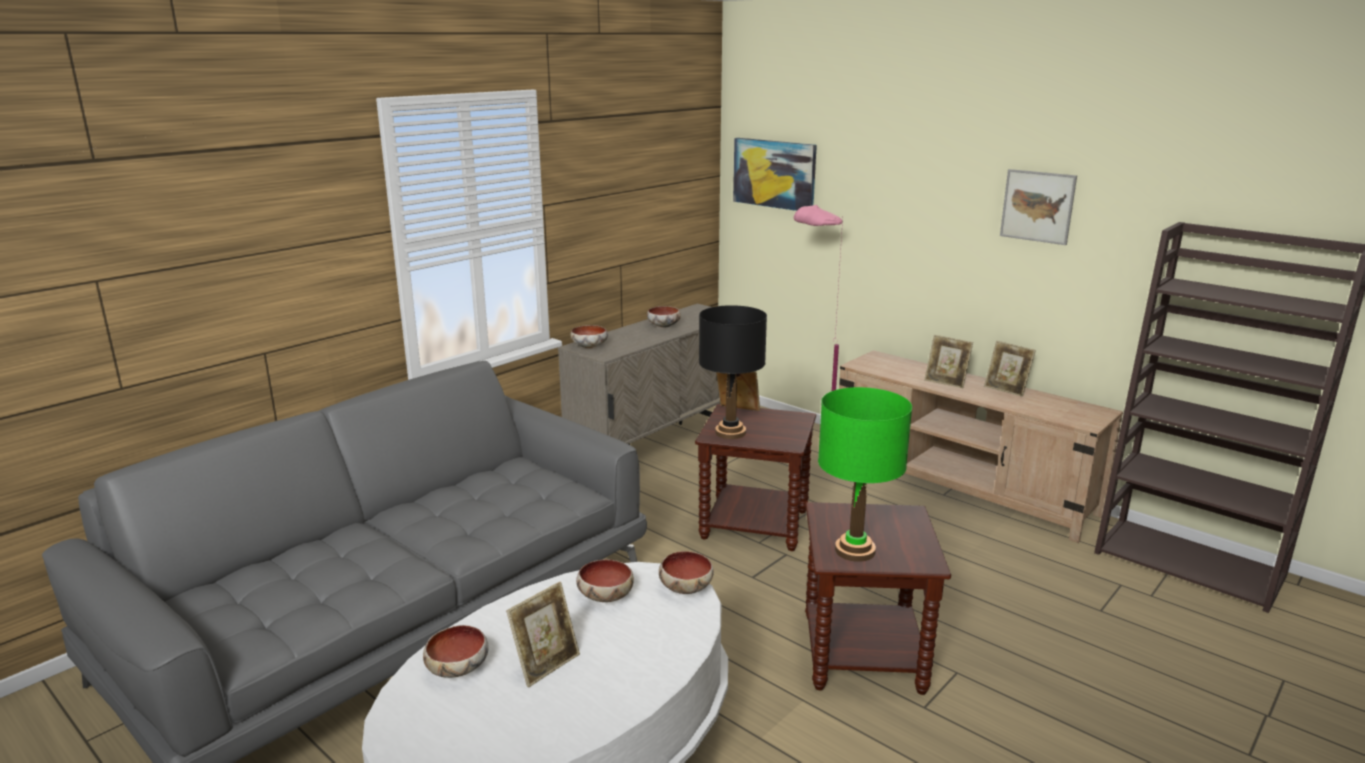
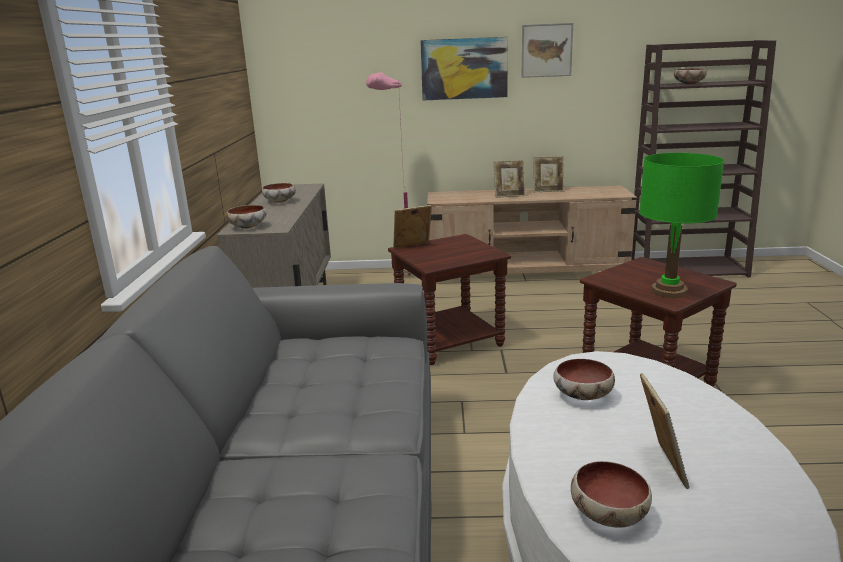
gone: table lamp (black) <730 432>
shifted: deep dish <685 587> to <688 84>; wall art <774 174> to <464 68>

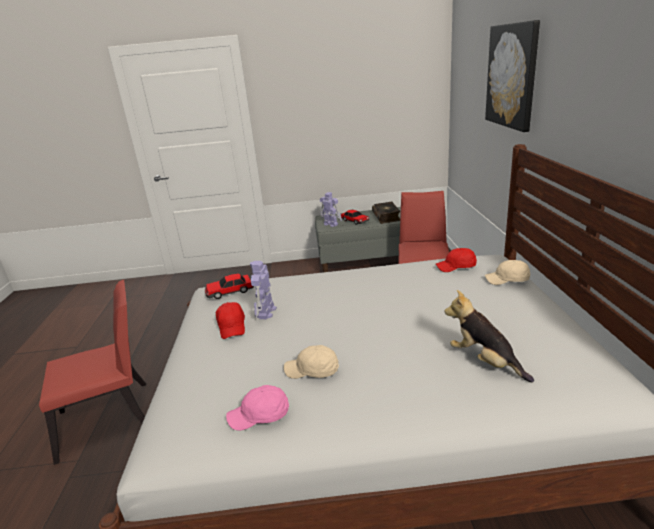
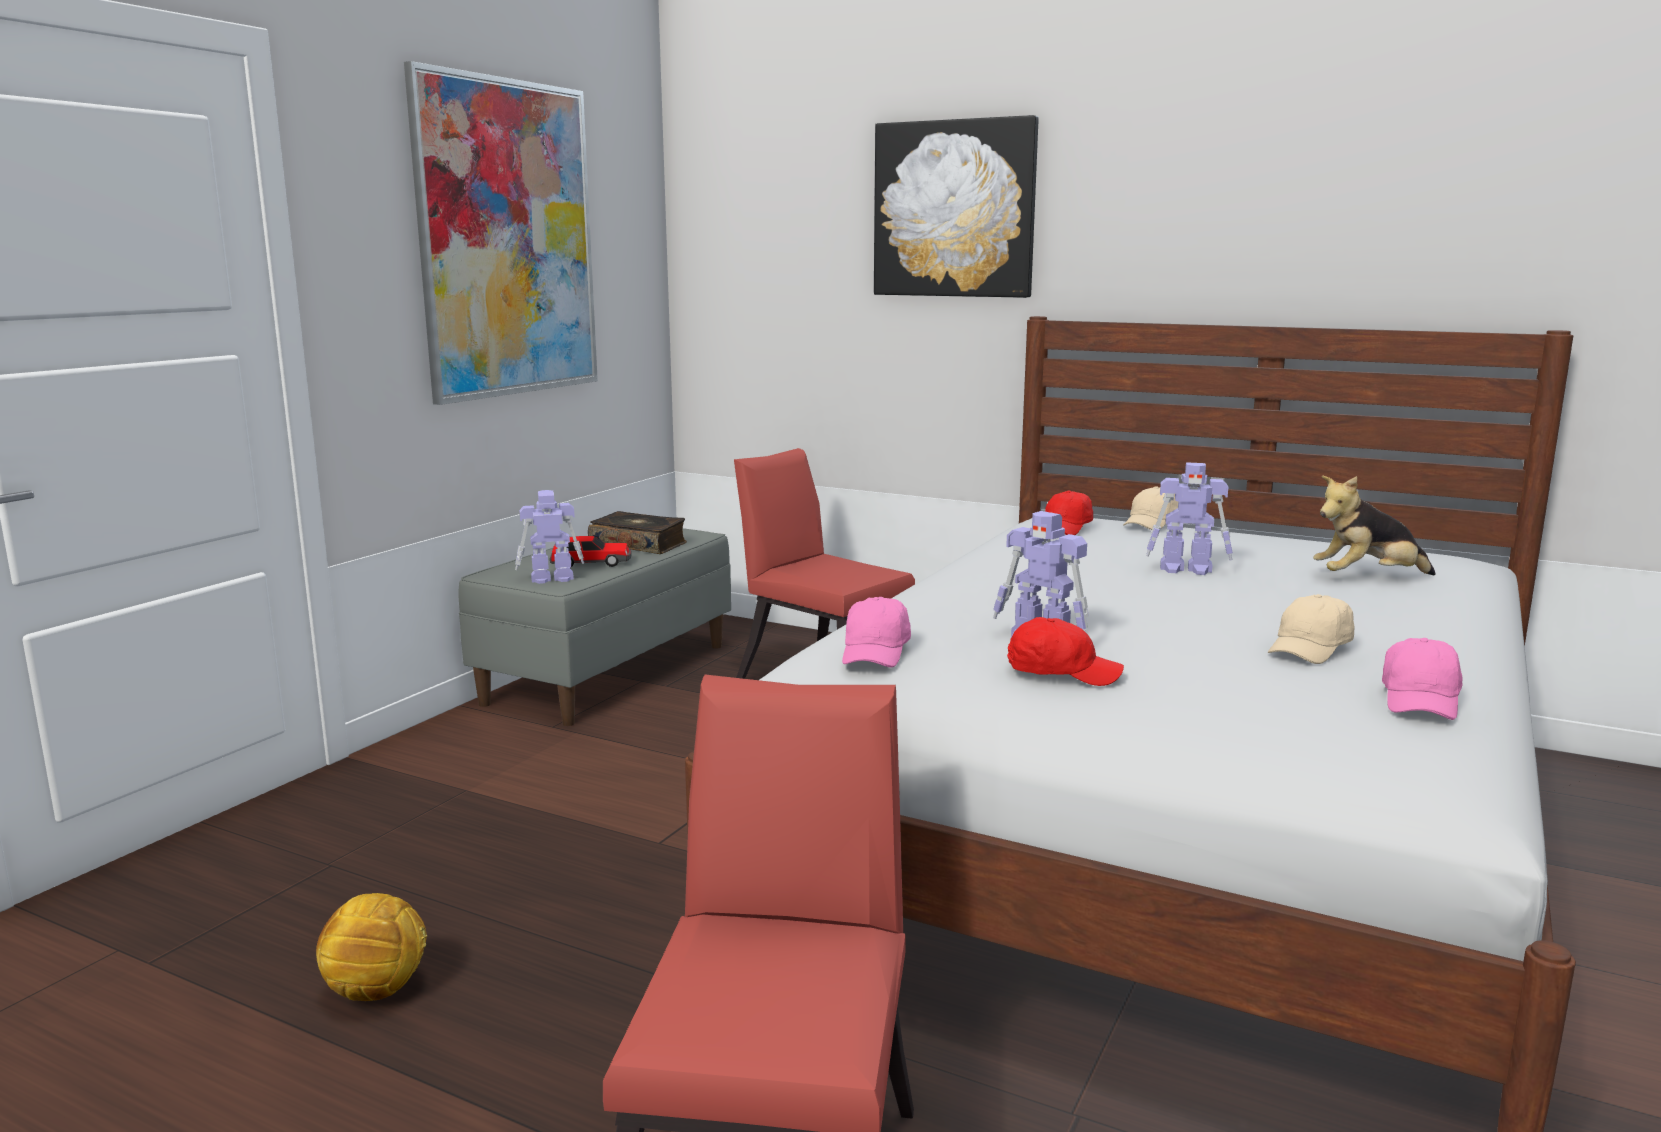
new: football ball <377 990>; wall art <508 239>; toy robot <1187 569>
swapped: model car <229 291> to baseball cap (pink) <875 652>

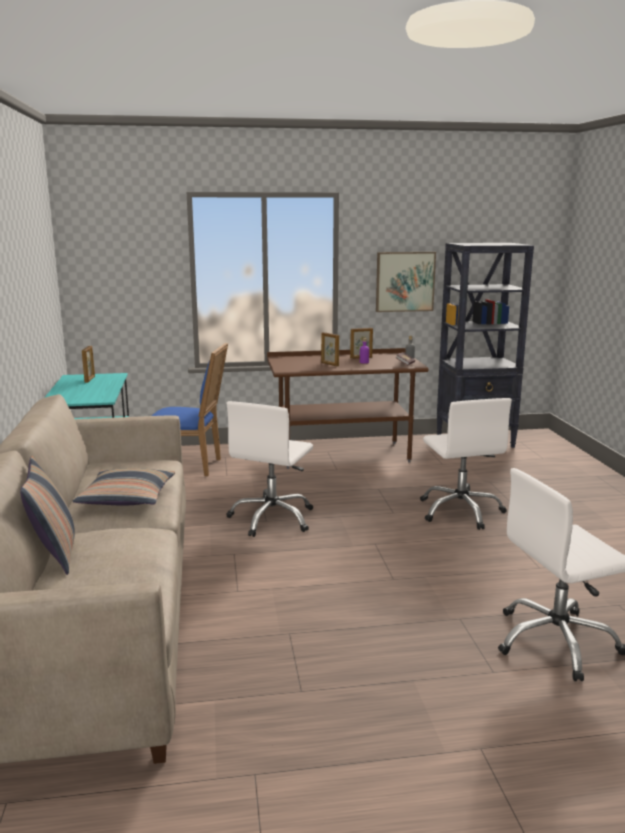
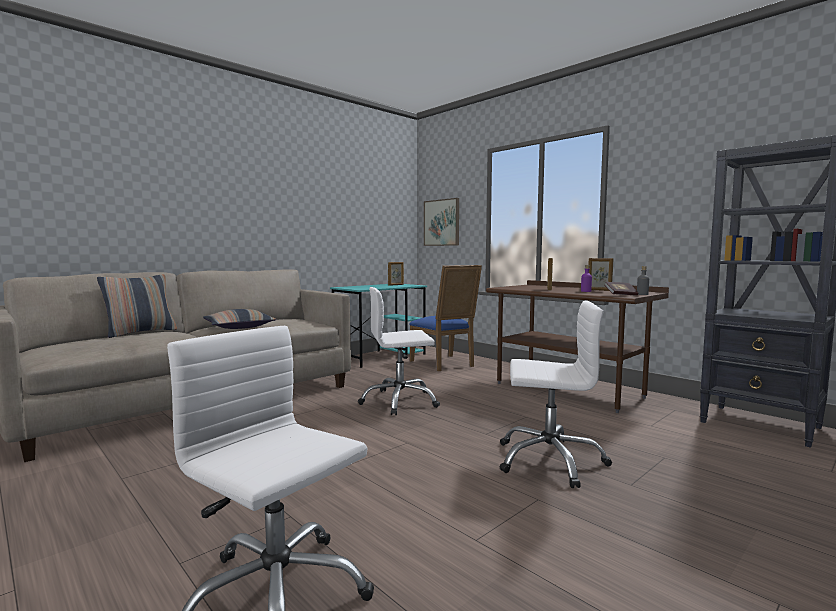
shifted: wall art <405 281> to <442 222>
rotated: computer chair (whitish) <460 511> = <549 460> 120 degrees counterclockwise

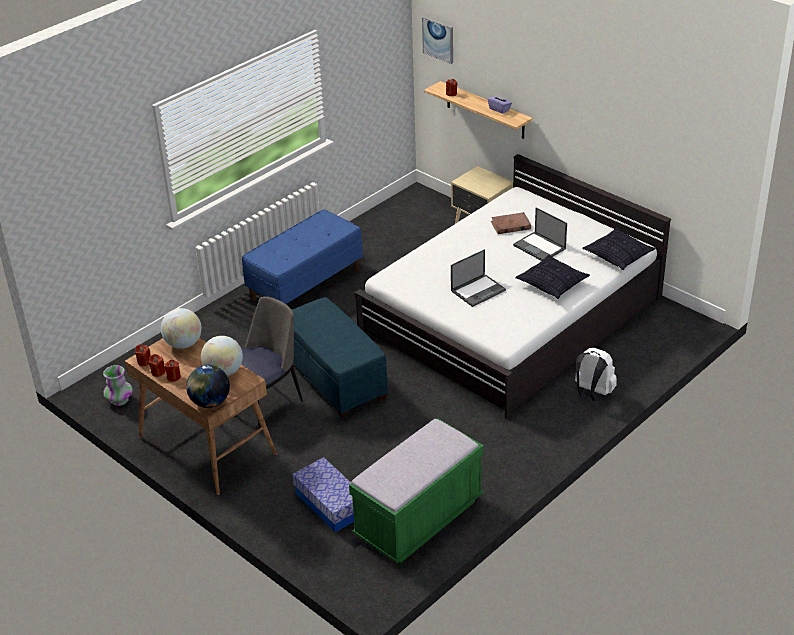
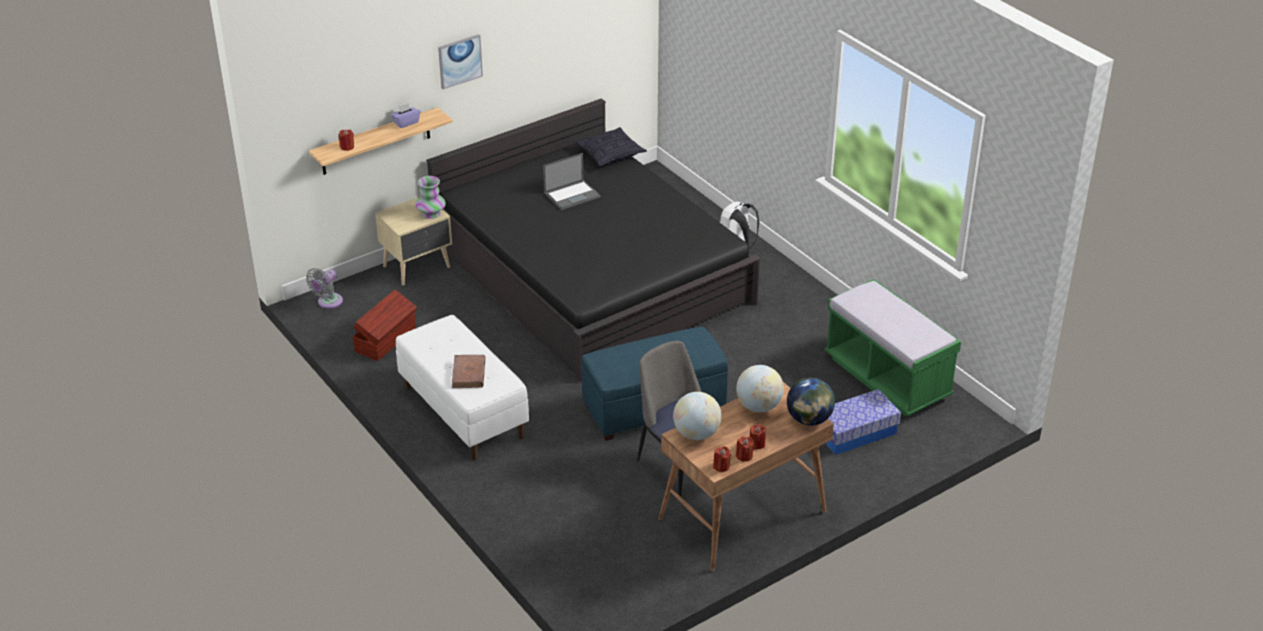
gone: laptop <478 290>; throw pillow <552 284>
new: cooling fan (gray) <328 302>; storage container (brownish) <386 340>
shifted: vase <120 400> to <431 214>; wall art <438 39> to <459 61>; volume (brownish) <510 225> to <469 374>
repainted: long seat (blue-coloured) <305 284> to long seat (whitish) <462 412>; sleeping bed (whitish) <512 314> to sleeping bed (black) <591 273>

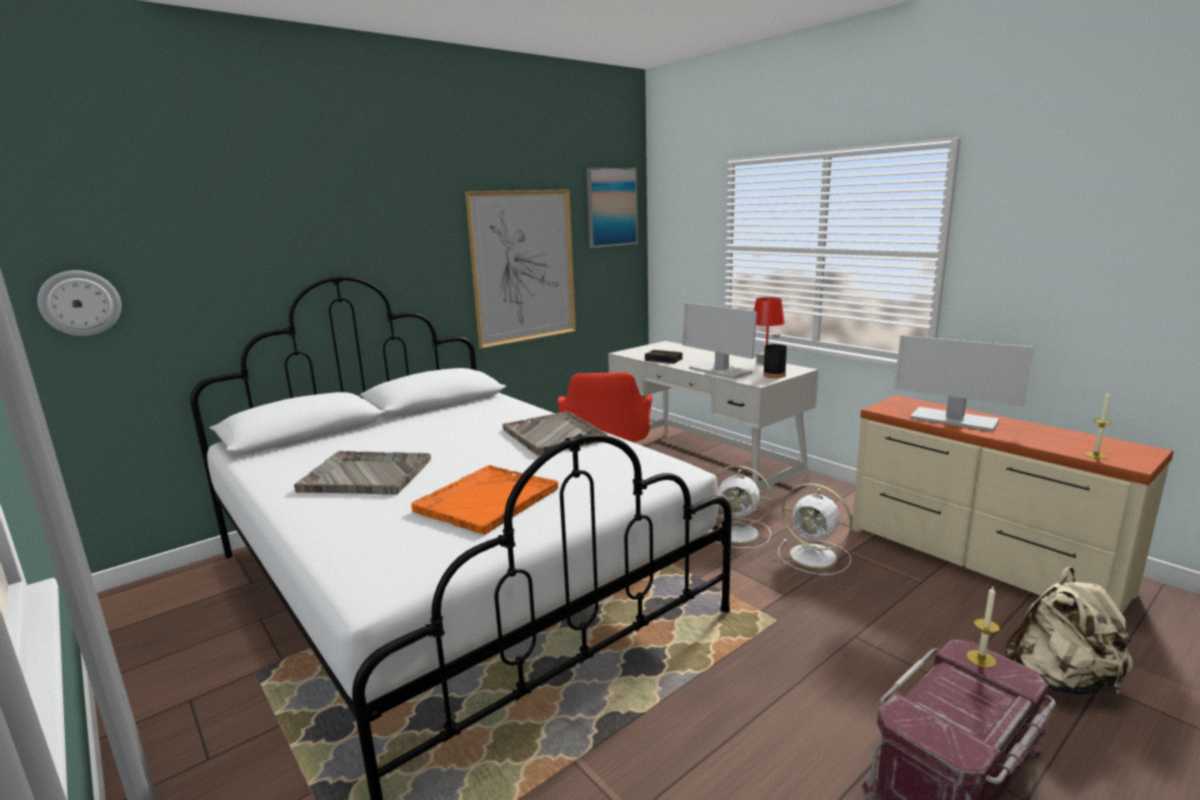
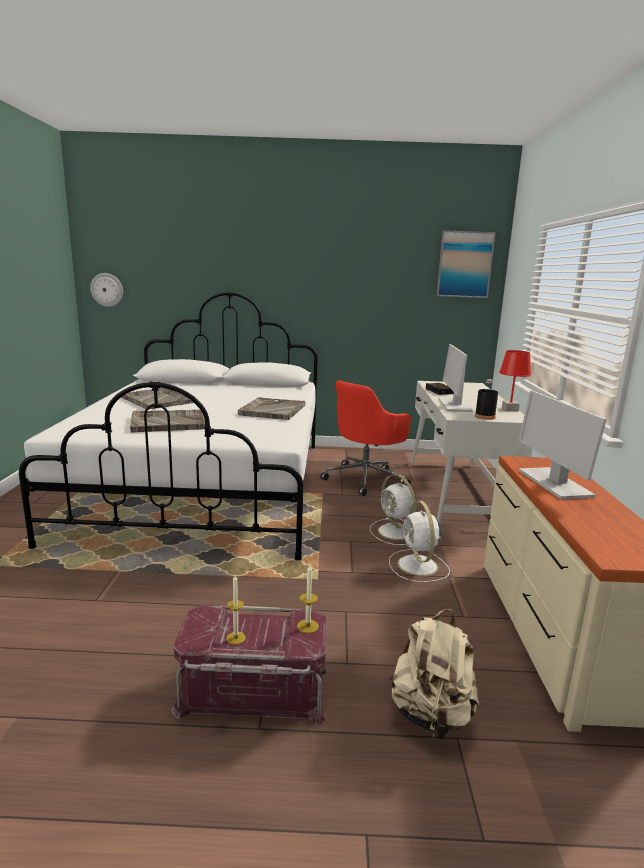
gone: wall art <523 267>
shifted: wax candle <1095 455> to <236 638>
repainted: serving tray (orange) <486 500> to serving tray (gray) <167 422>

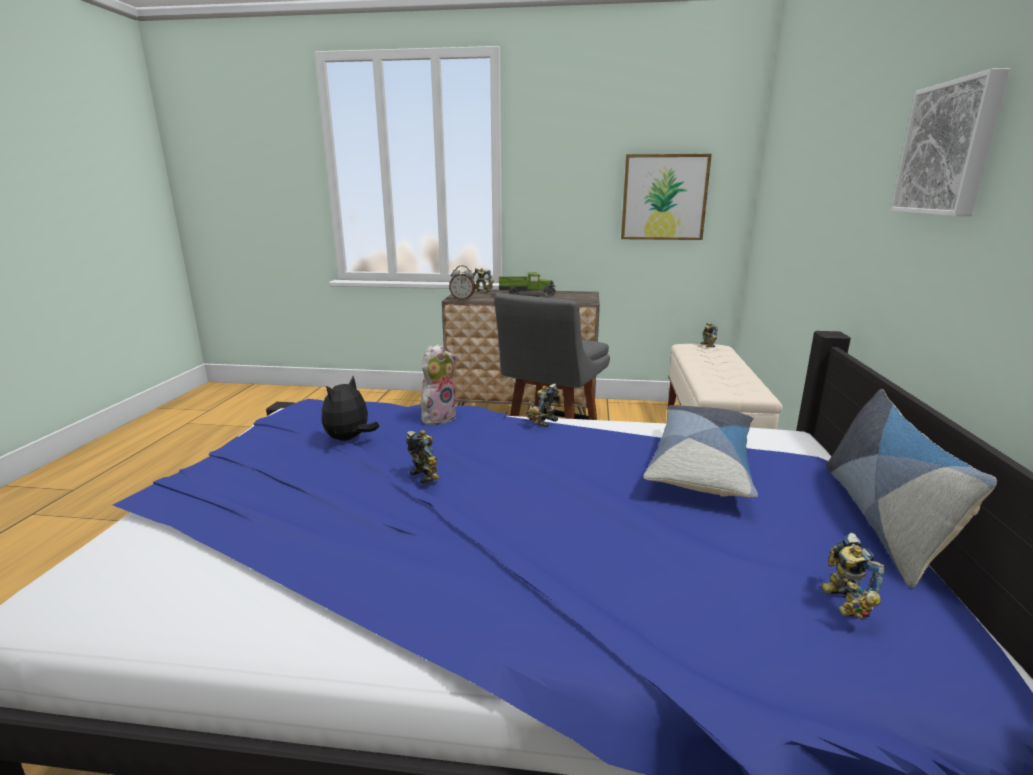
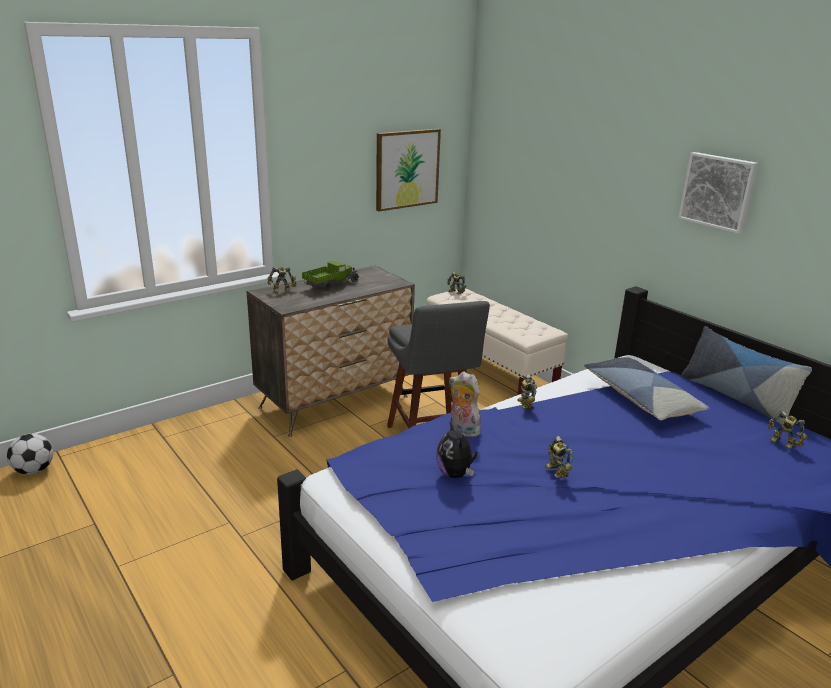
gone: alarm clock <462 299>
new: football ball <34 471>
rotated: toy robot <426 474> = <555 472> 120 degrees counterclockwise; cuddly toy <438 417> = <462 430> 45 degrees counterclockwise

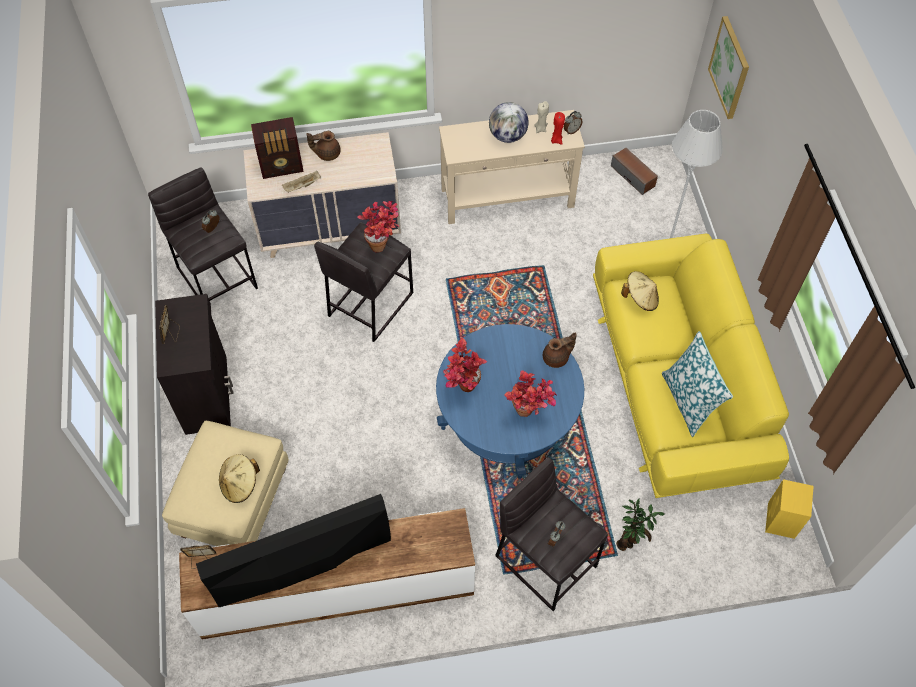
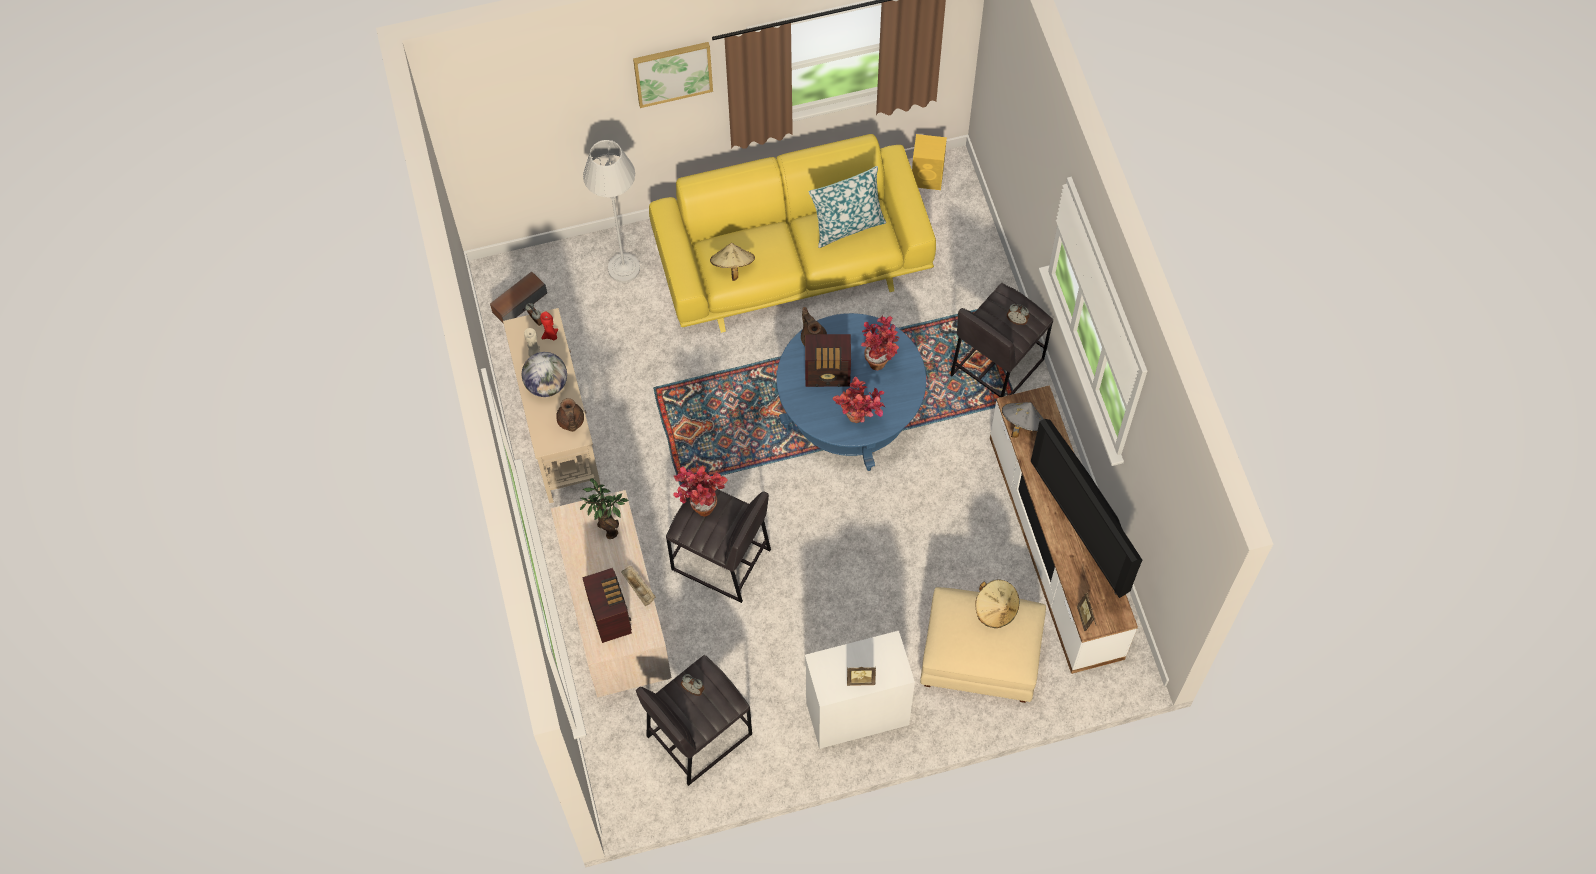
new: radio set <828 375>; clothing hat (gray) <1022 424>
shifted: teapot (brownish) <327 153> to <571 421>; houseplant <630 542> to <607 525>; wall art <730 67> to <673 73>
repainted: storage cabinet (black) <207 394> to storage cabinet (whitish) <856 712>

